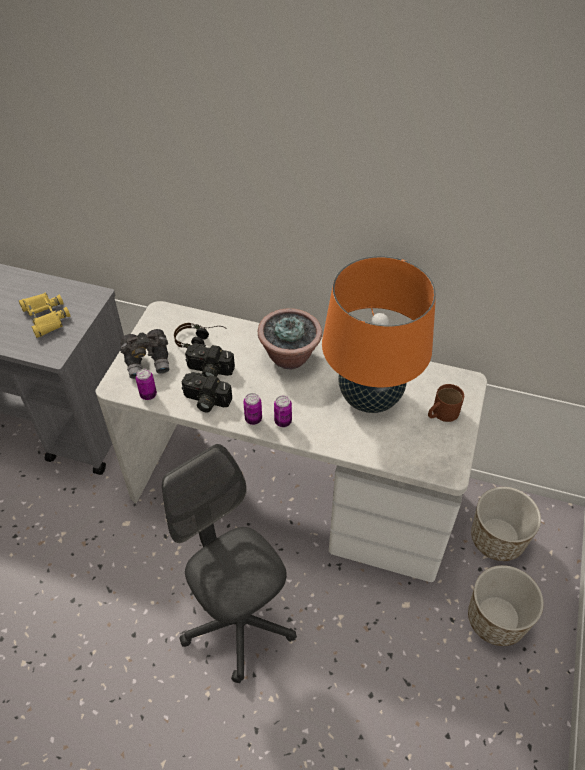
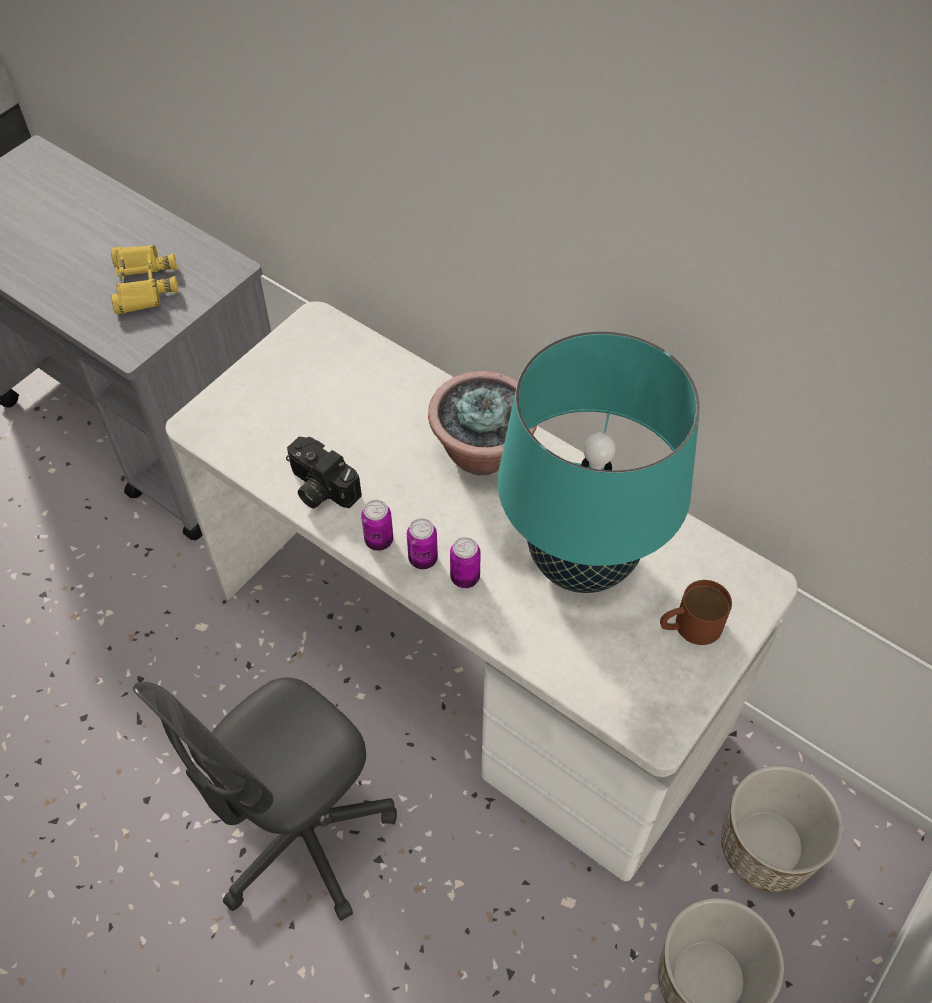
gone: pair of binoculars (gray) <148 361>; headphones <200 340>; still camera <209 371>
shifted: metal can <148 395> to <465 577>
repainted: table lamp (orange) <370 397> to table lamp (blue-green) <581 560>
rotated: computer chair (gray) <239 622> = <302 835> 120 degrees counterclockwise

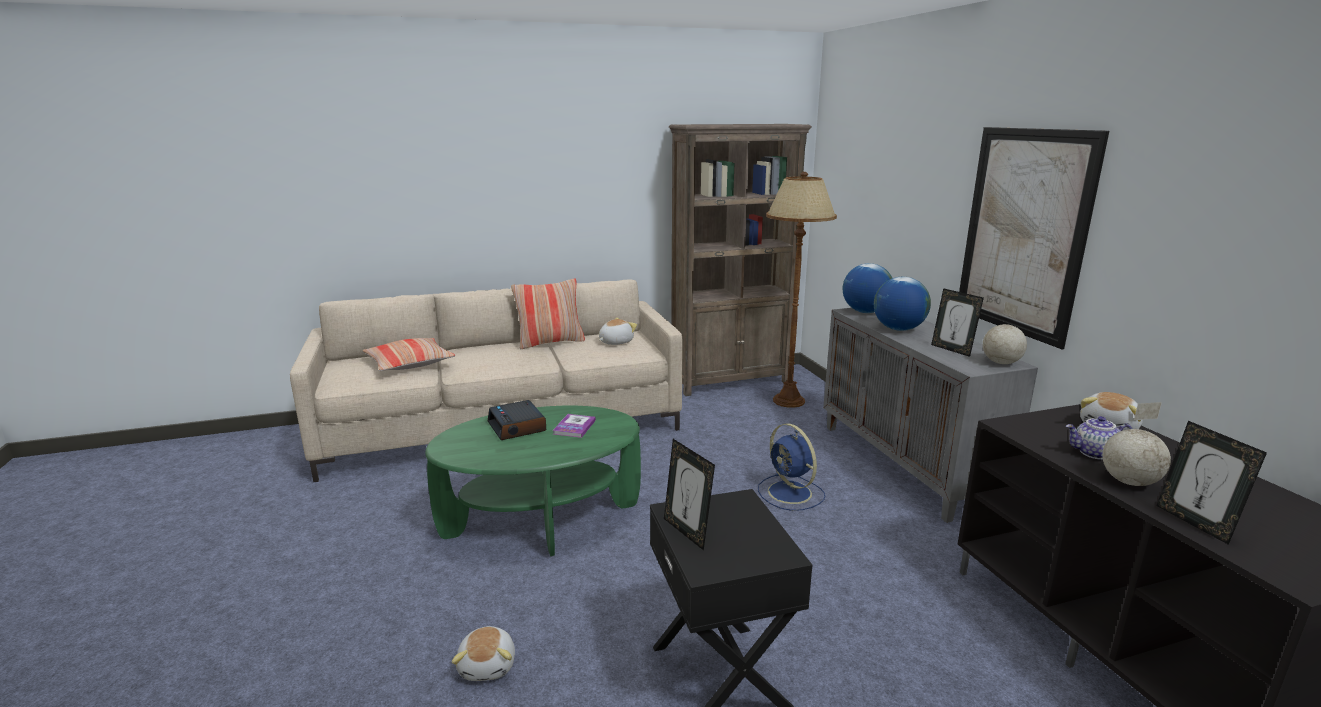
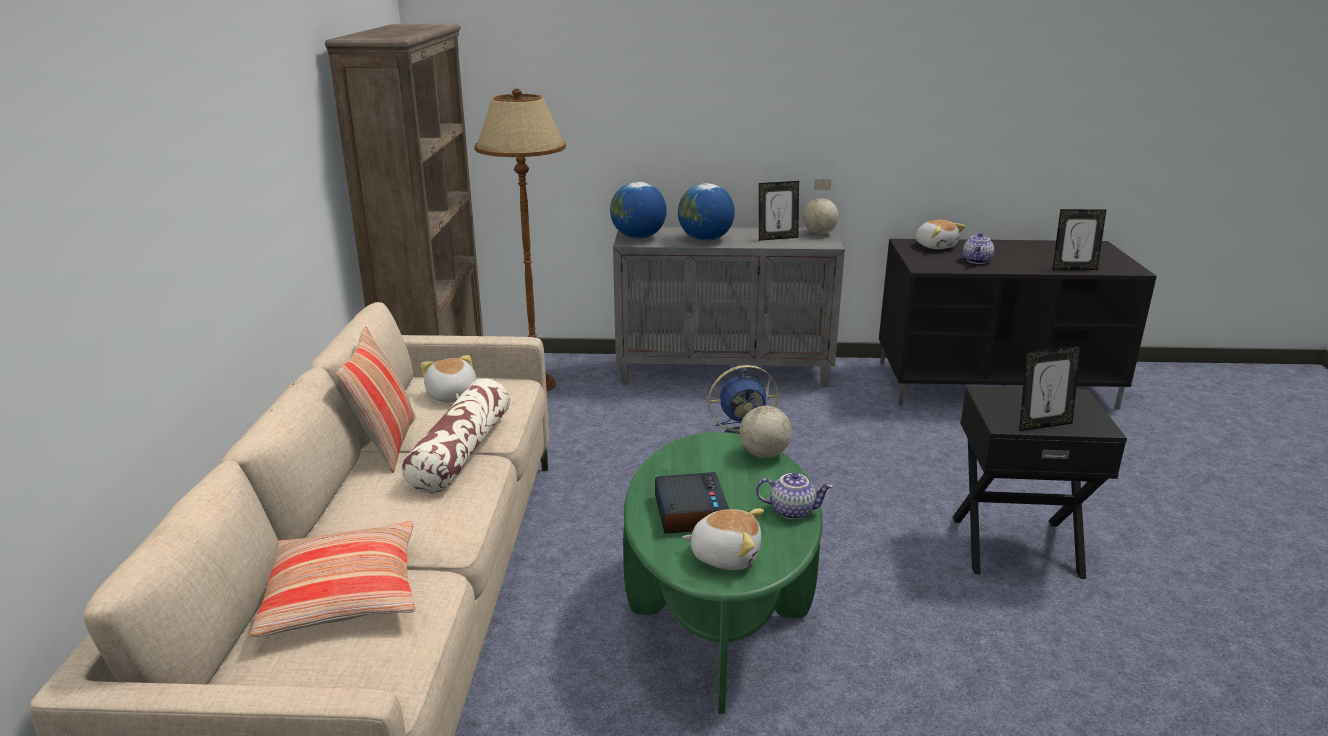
gone: volume <574 427>; wall art <1023 233>
new: throw pillow <461 452>; teapot <792 510>
shifted: cuddly toy <488 665> to <725 555>; world globe <1128 482> to <763 454>
rotated: alarm clock <517 427> = <691 512> 90 degrees counterclockwise

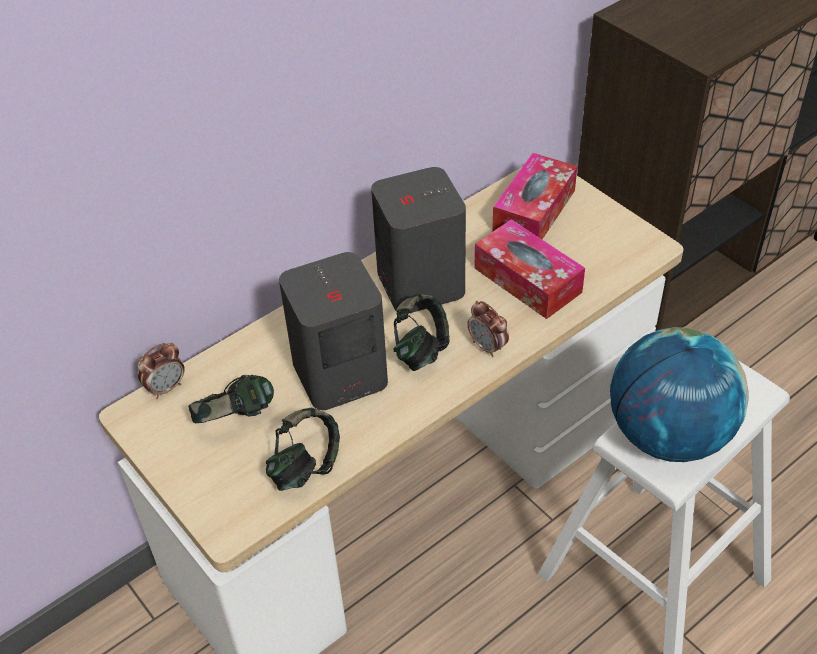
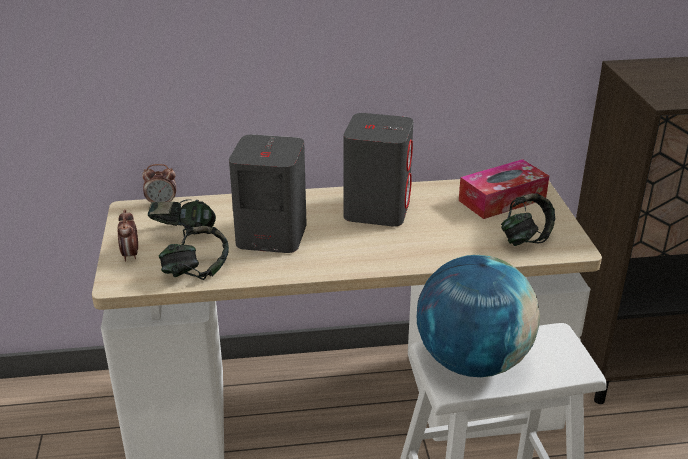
gone: tissue box <527 280>
shifted: headphones <421 350> to <525 239>; alarm clock <487 347> to <130 255>

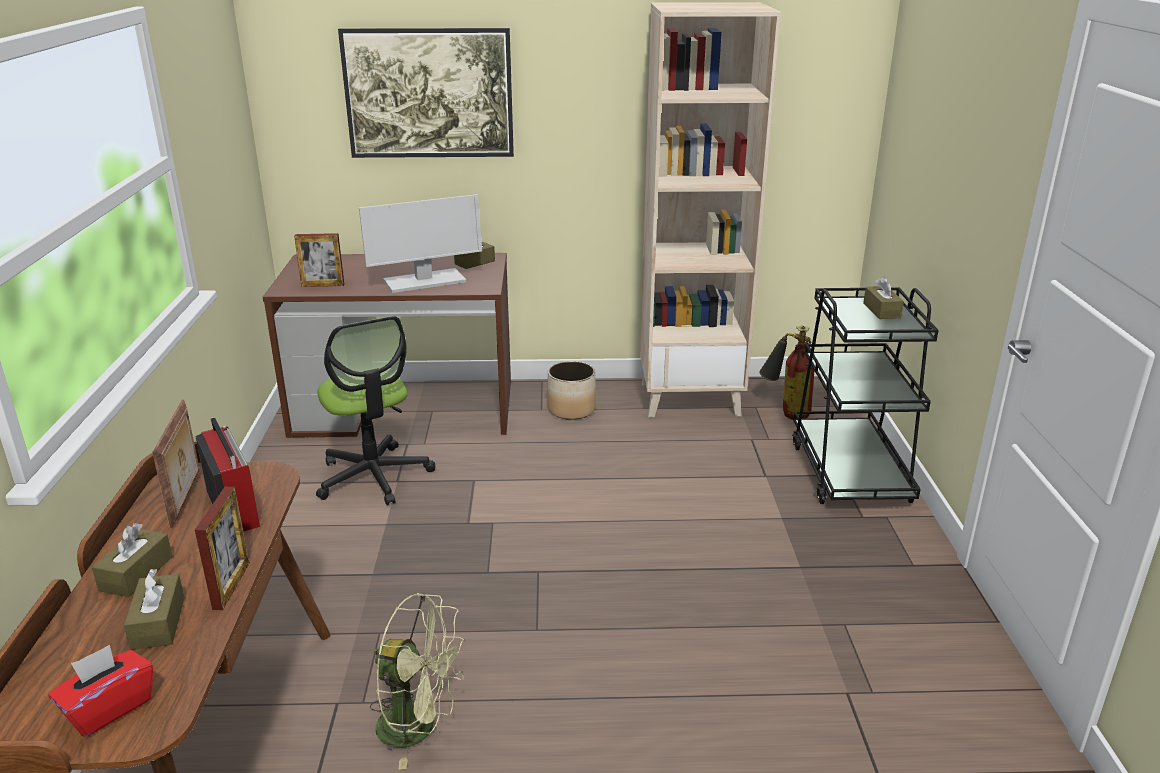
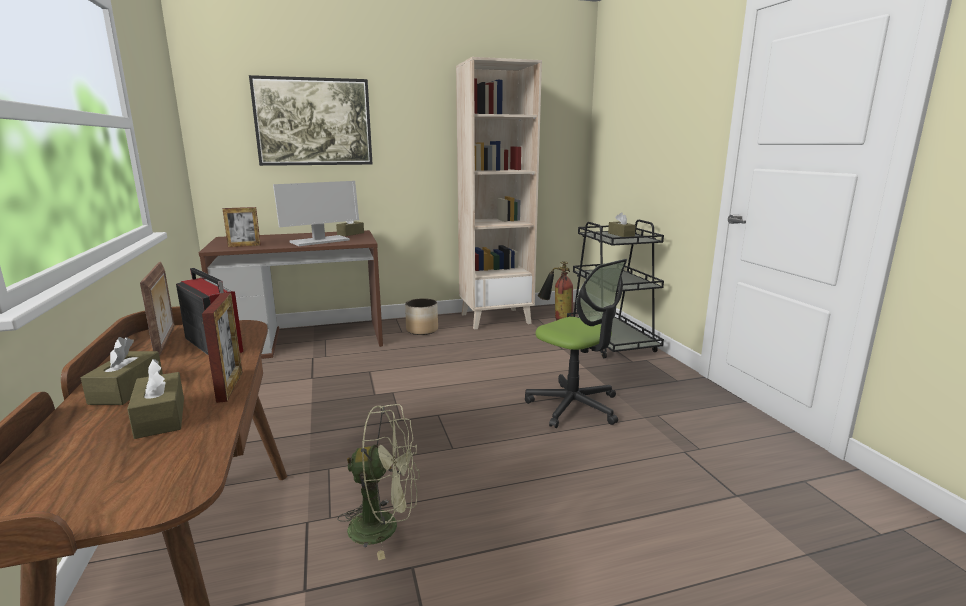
gone: tissue box (red) <109 708>
shifted: computer chair <374 476> to <574 406>

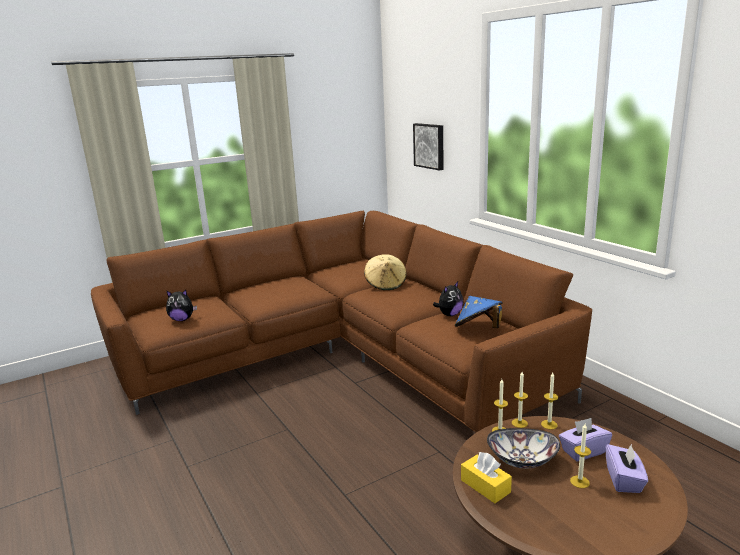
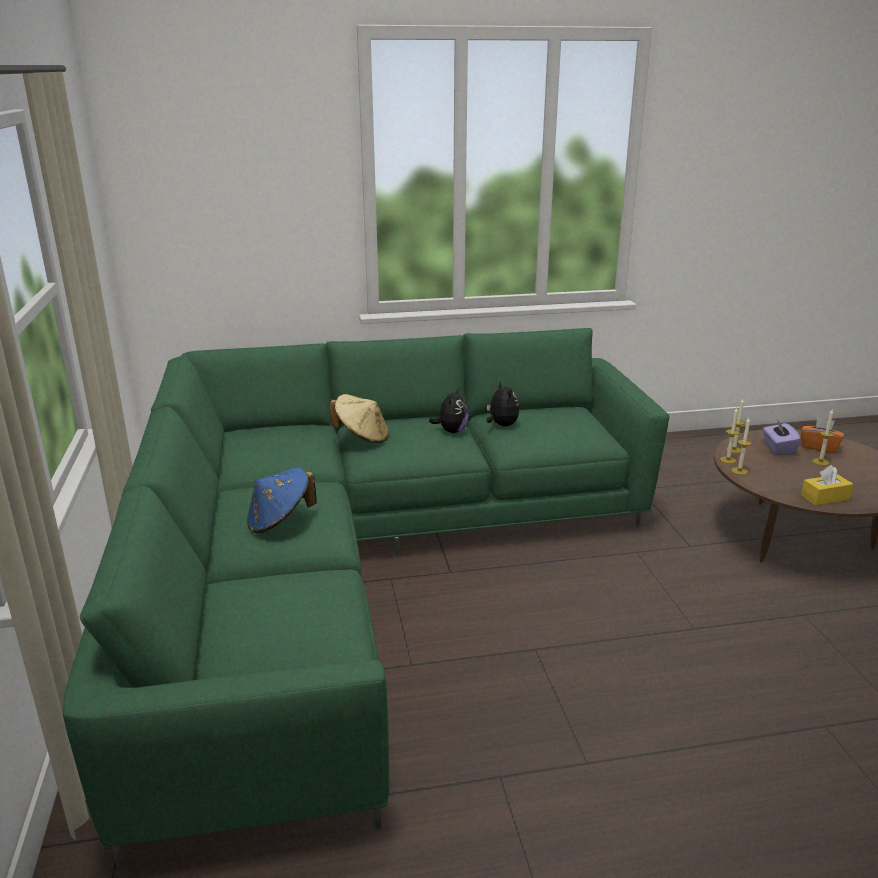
gone: wall art <430 146>; deep dish <522 461>
shifted: cuddly toy <182 319> to <451 431>; clothing hat (blue-coloured) <478 329> to <280 521>
repainted: settee (brownish) <340 355> to settee (greenish) <359 567>; tissue box (purplish) <624 480> to tissue box (orange) <819 447>

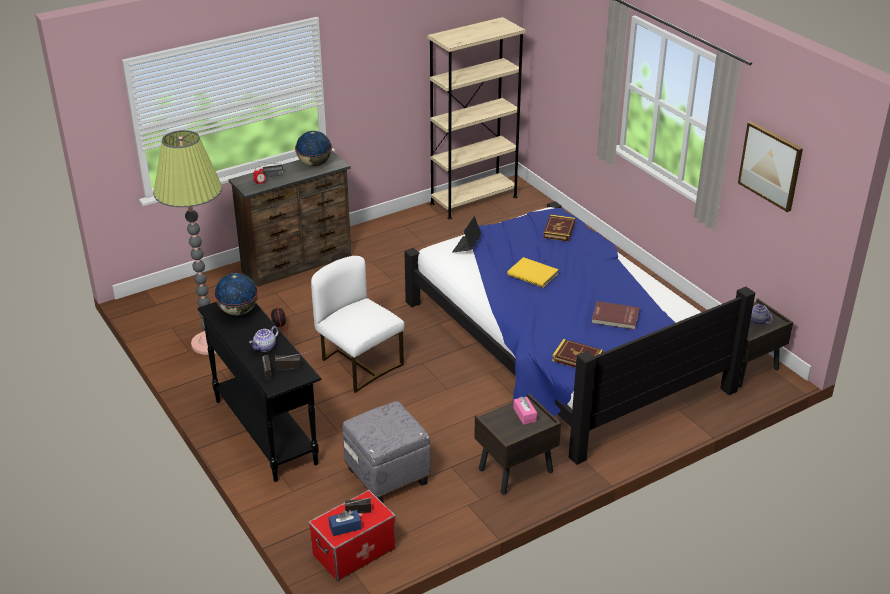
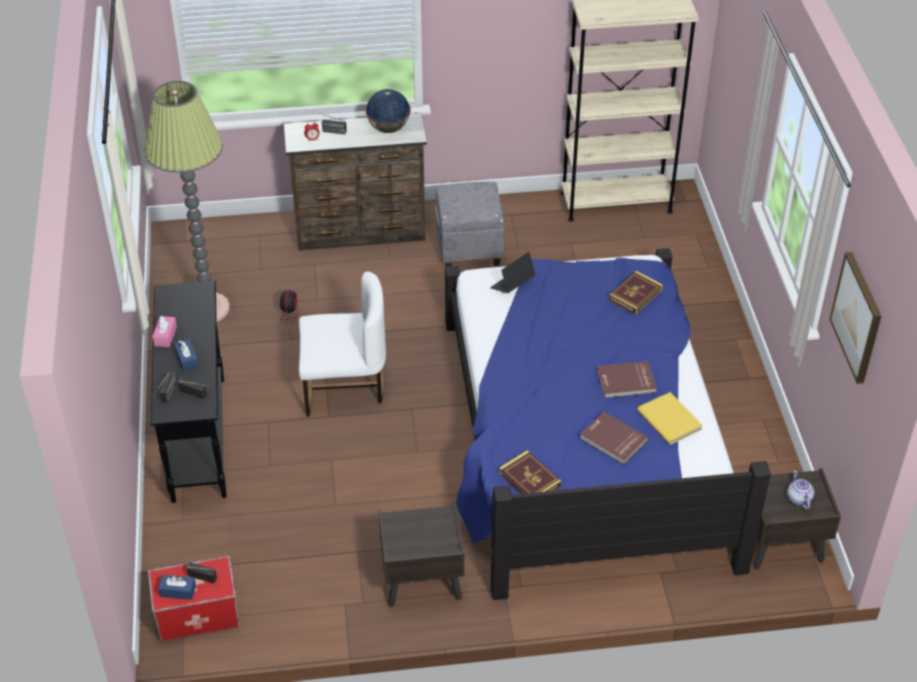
gone: world globe <238 311>
new: volume (red) <626 382>
shifted: ottoman (gray) <386 476> to <468 248>; volume (yellow) <533 274> to <670 420>; tissue box (pink) <524 415> to <165 336>
swapped: teapot <265 347> to tissue box (blue-coloured) <187 360>
rotated: upright chair (whitish) <359 364> = <344 387> 105 degrees clockwise

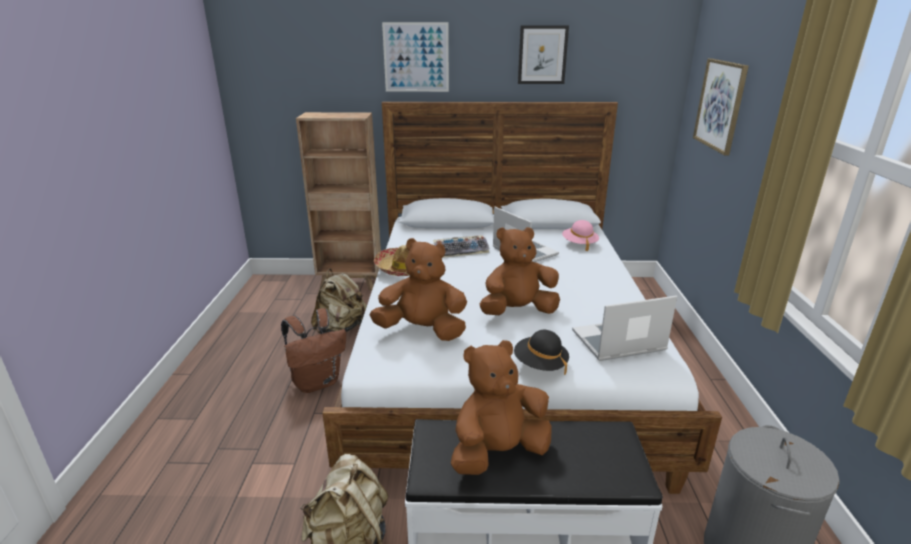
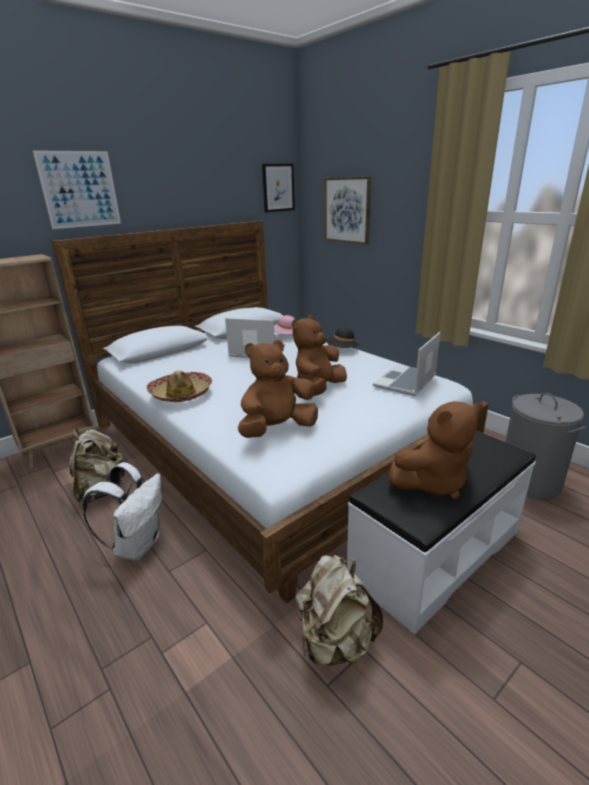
gone: computer keyboard <461 250>
shifted: clothing hat (black) <540 364> to <342 350>; wall art <542 55> to <278 188>
repainted: rucksack (brownish) <317 382> to rucksack (whitish) <137 544>
rotated: cuddly toy (brownish) <498 452> = <433 482> 135 degrees counterclockwise

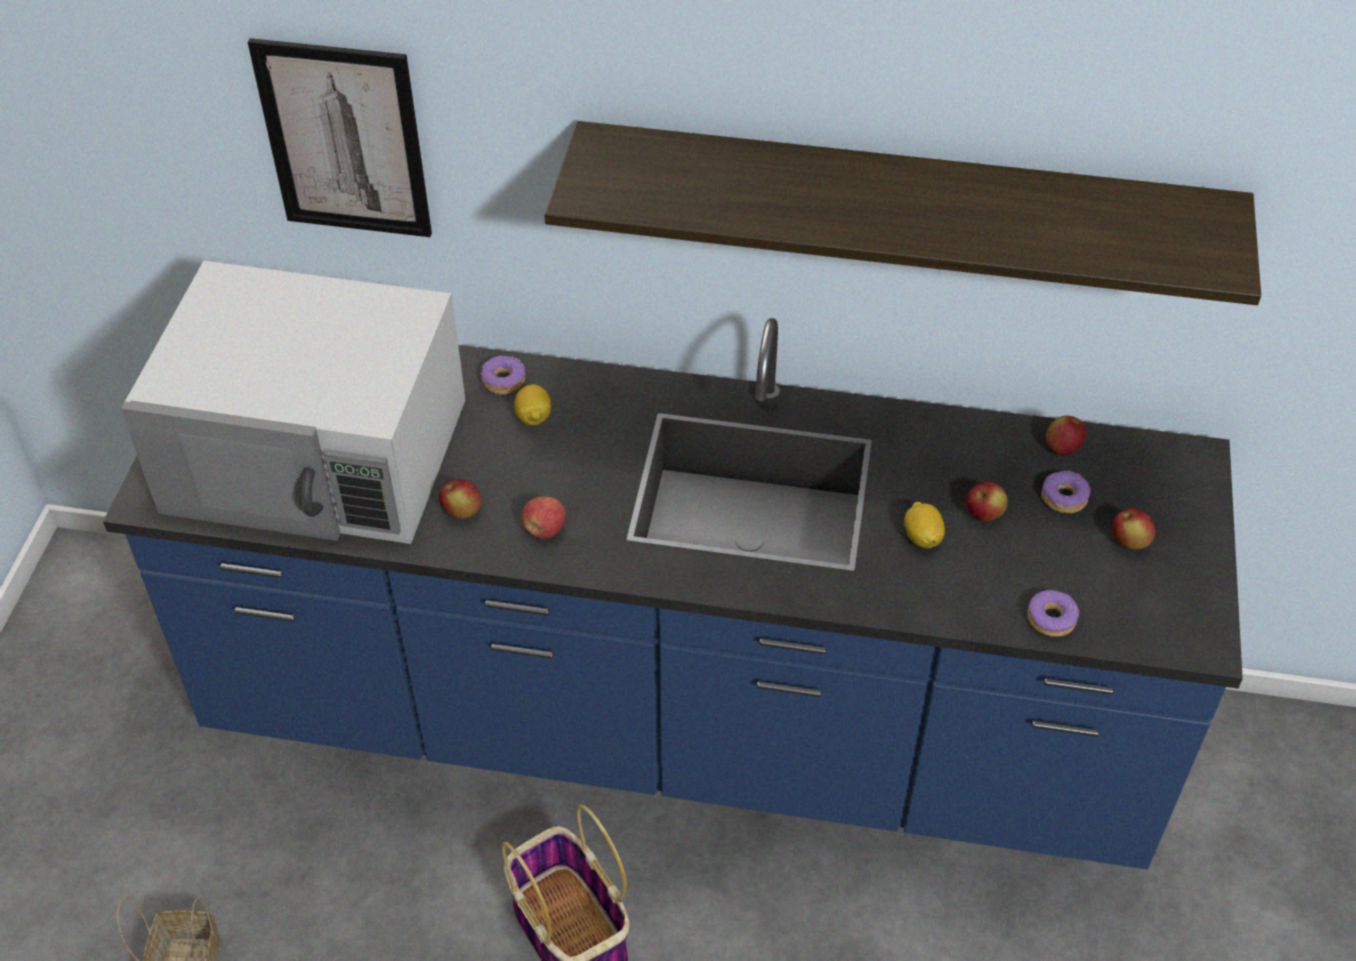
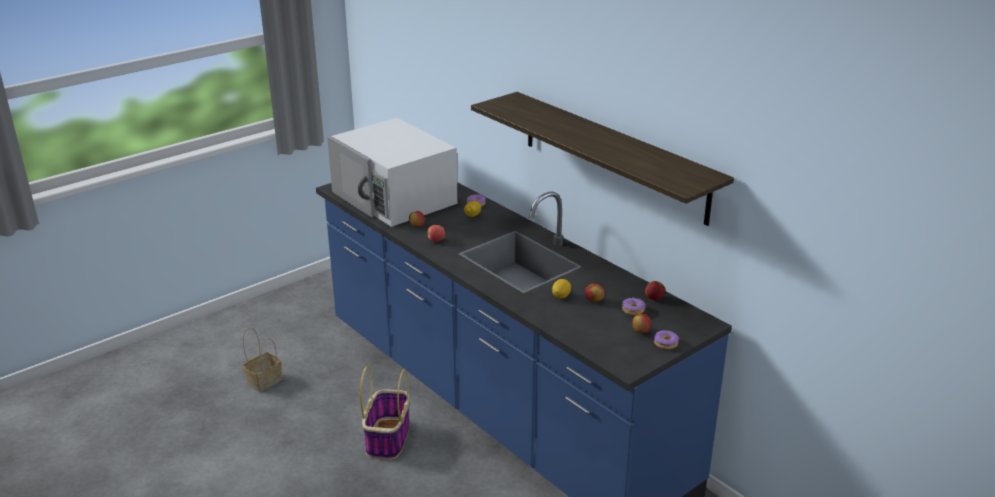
gone: wall art <344 140>
shifted: donut <1051 619> to <666 343>

